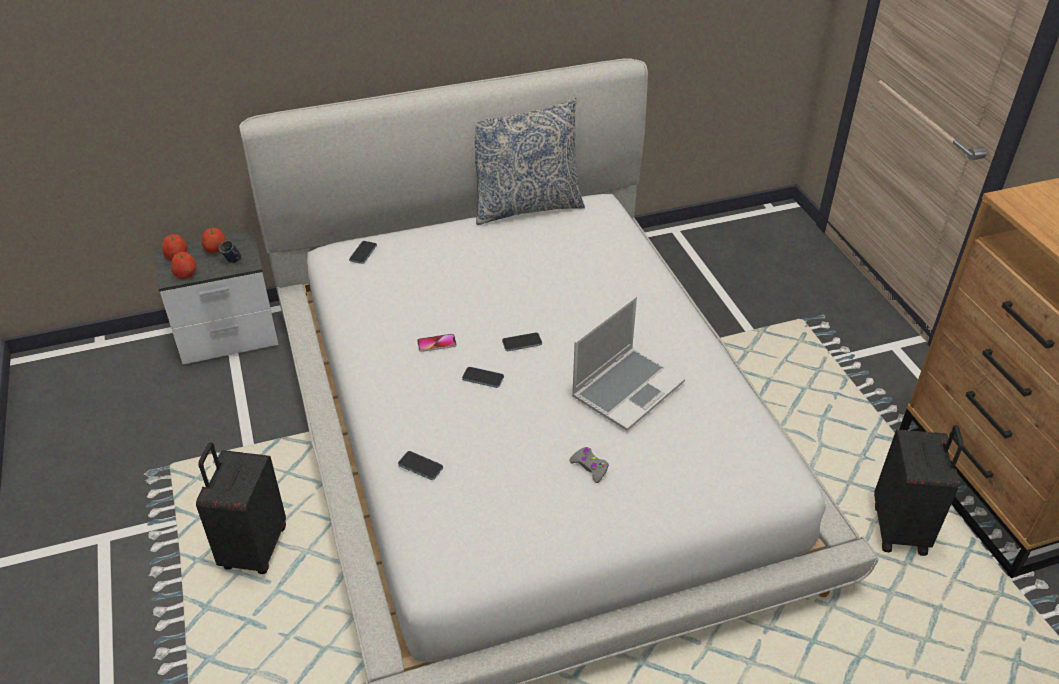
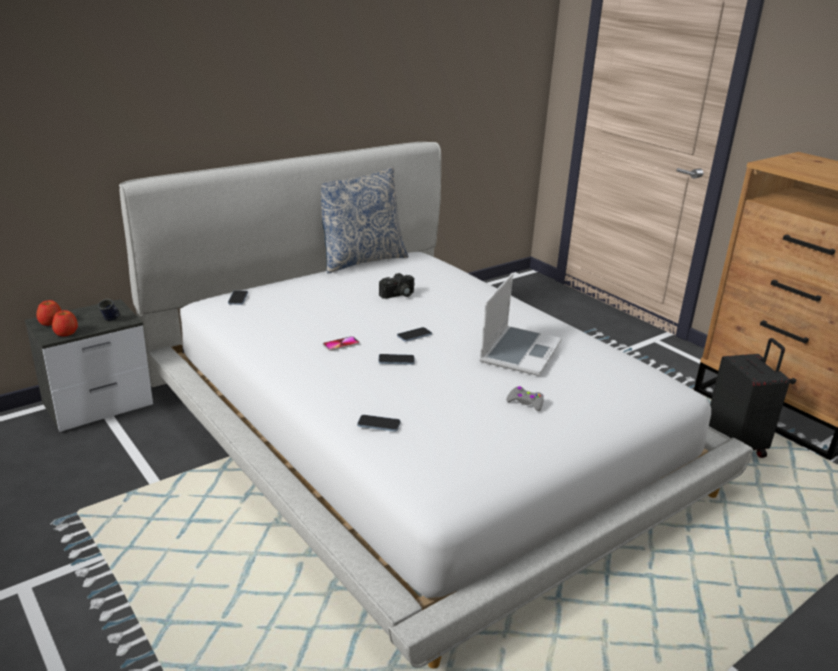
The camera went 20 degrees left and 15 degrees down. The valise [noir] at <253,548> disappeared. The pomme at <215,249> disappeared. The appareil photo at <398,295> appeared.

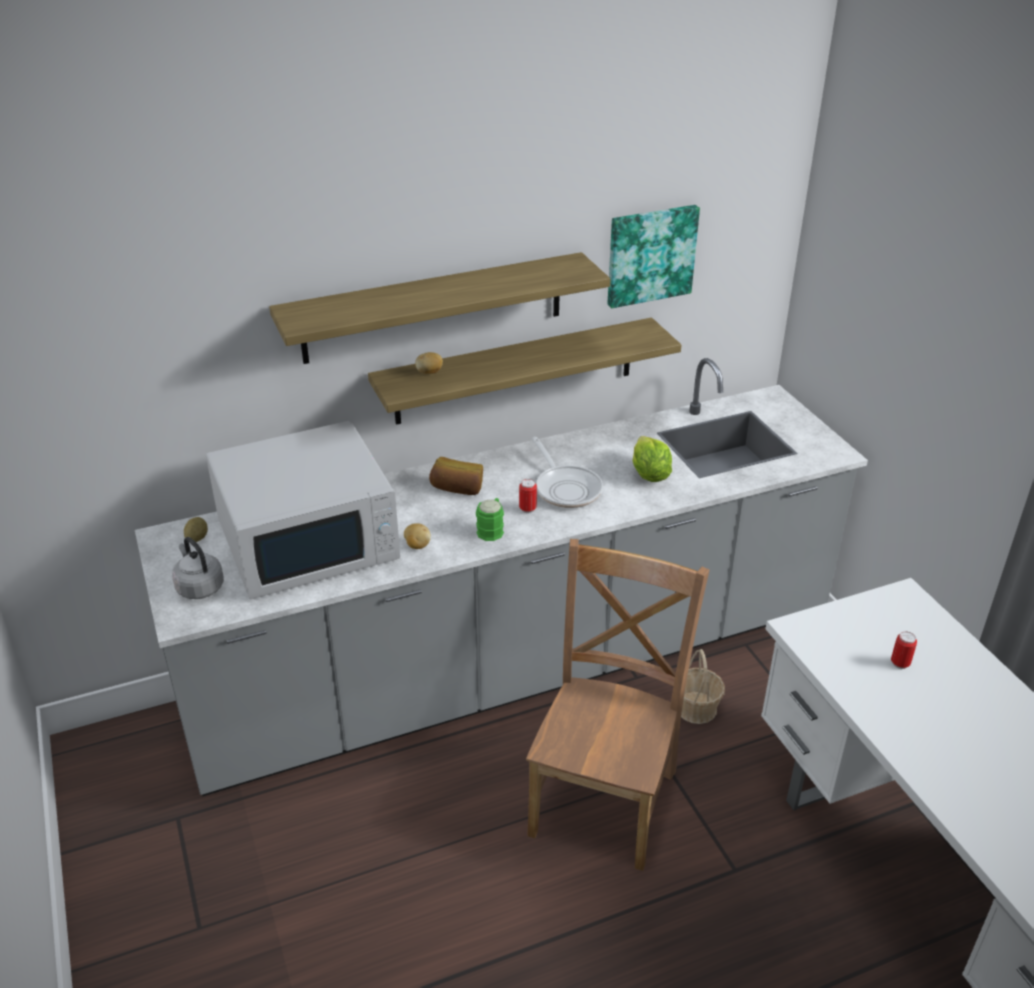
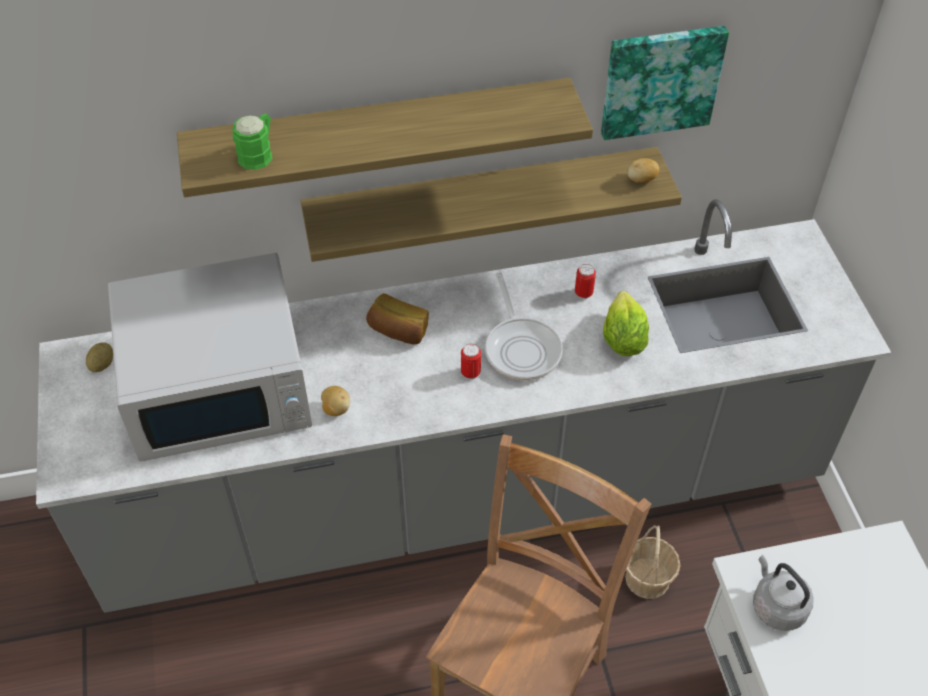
The camera went 10 degrees right and 15 degrees up. The bouilloire [gris] moved from <199,587> to <776,606>. The pomme de terre moved from <429,372> to <641,180>. The mug [vert] moved from <491,529> to <259,153>. The boîte métallique moved from <900,663> to <583,293>.

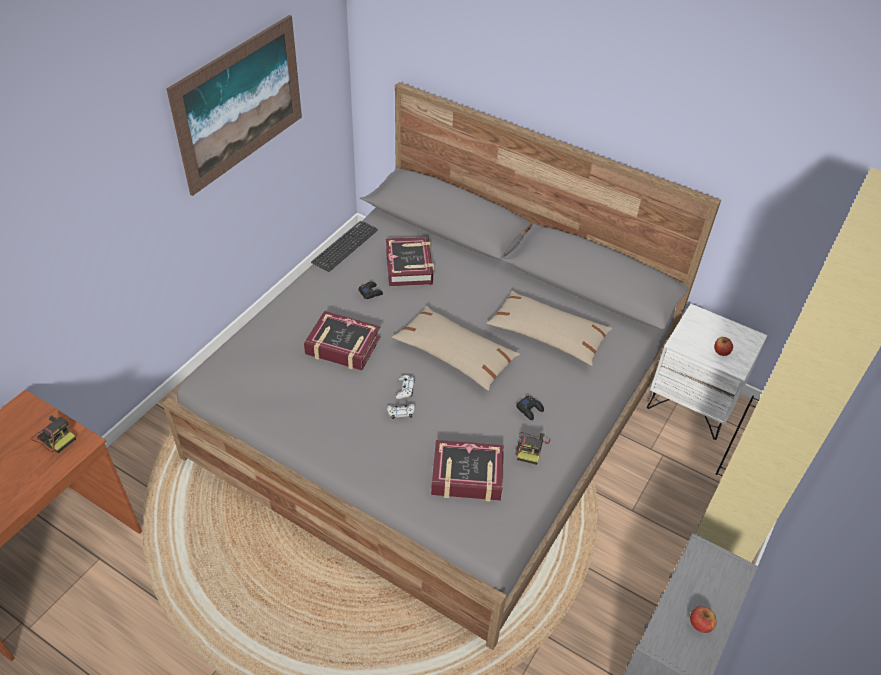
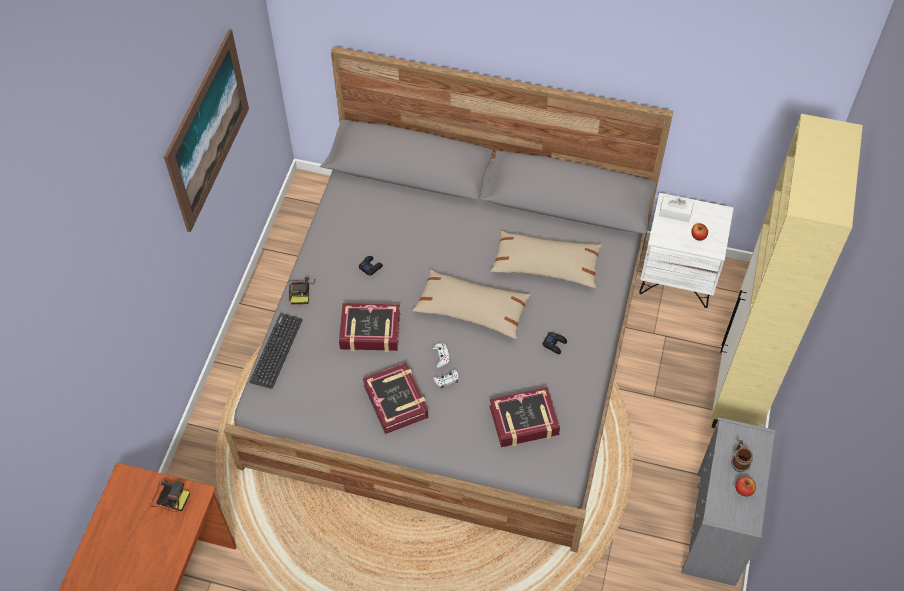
The camera went 15 degrees left and 10 degrees up. The clavier moved from <345,246> to <276,350>. The livre moved from <409,266> to <396,401>. The appareil photo moved from <531,448> to <301,291>. The boîte à mouchoirs [blanc] at <675,213> appeared. The mug at <739,461> appeared.

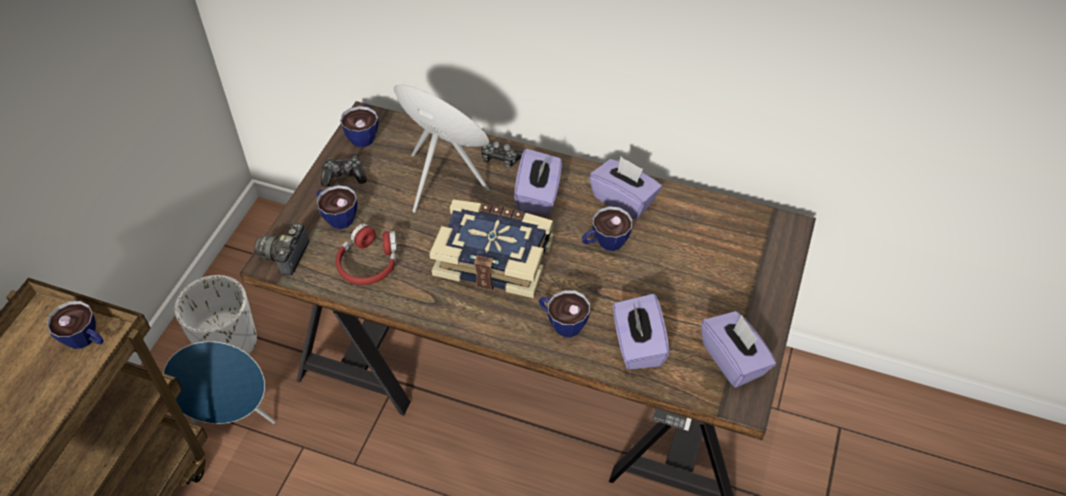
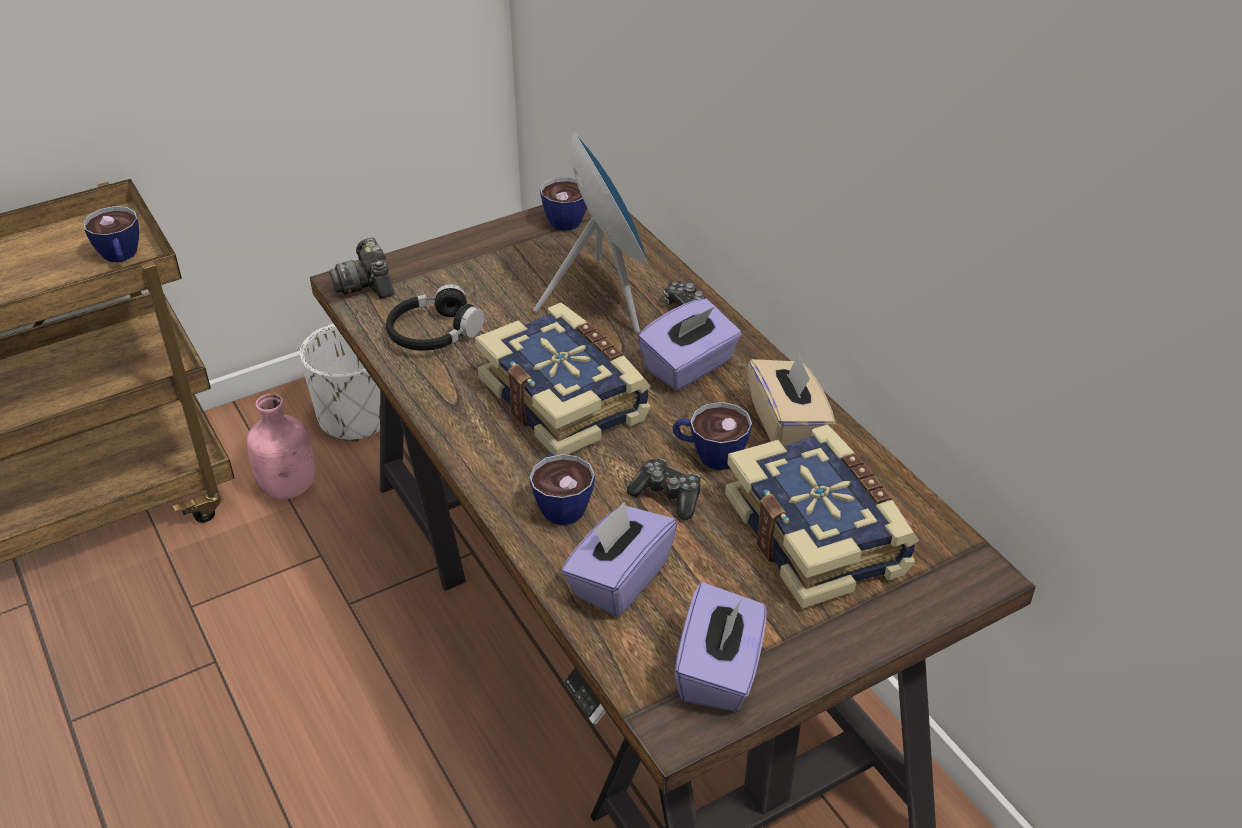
The camera went 40 degrees right and 10 degrees down. The enceinte [bleu] at <233,418> was replaced by the bouteille [rose] at <290,487>. The appareil photo at <285,255> turned 75 degrees counterclockwise. The tasse at <336,216> disappeared. The manette moved from <344,176> to <667,496>. The casque audio [rouge] at <369,263> became the casque audio [noir] at <434,333>. The boîte à mouchoirs [violet] at <624,200> became the boîte à mouchoirs [beige] at <787,425>. The livre at <819,535> appeared.

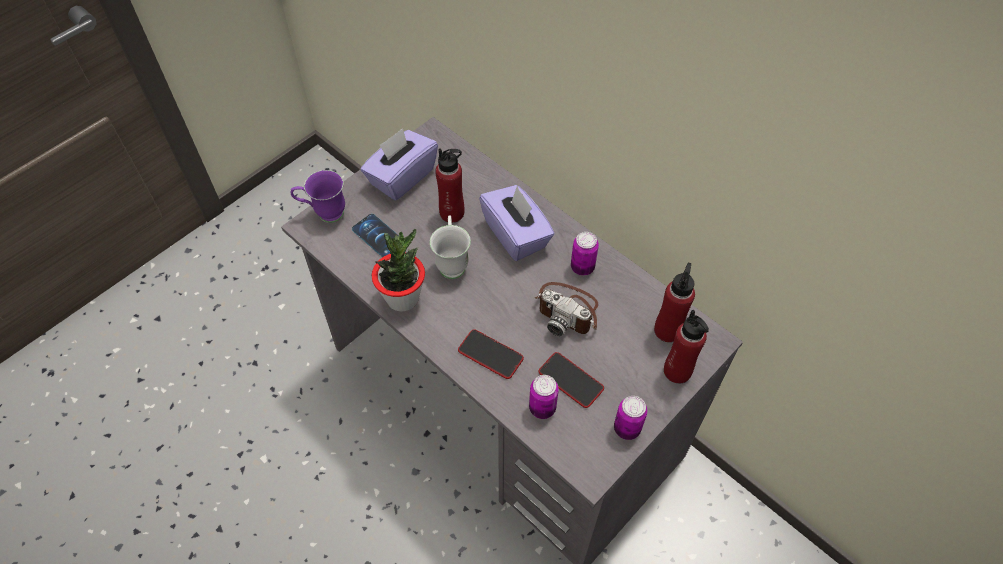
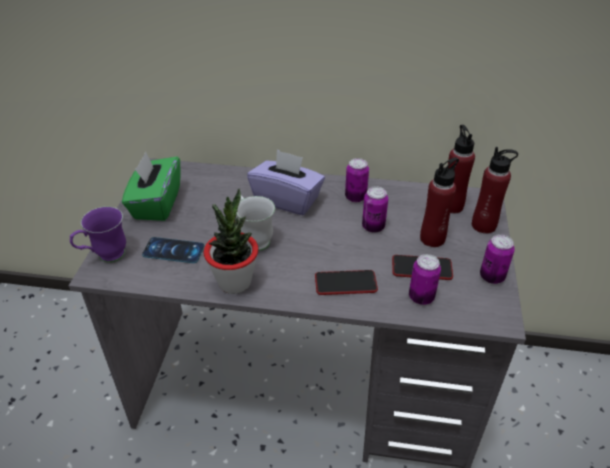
The camera went 35 degrees left and 15 degrees down. The boîte à mouchoirs [violet] at <401,177> became the boîte à mouchoirs [vert] at <156,204>. The bouteille [rouge] moved from <452,213> to <432,238>. The appareil photo at <568,310> was replaced by the boîte métallique at <373,227>.

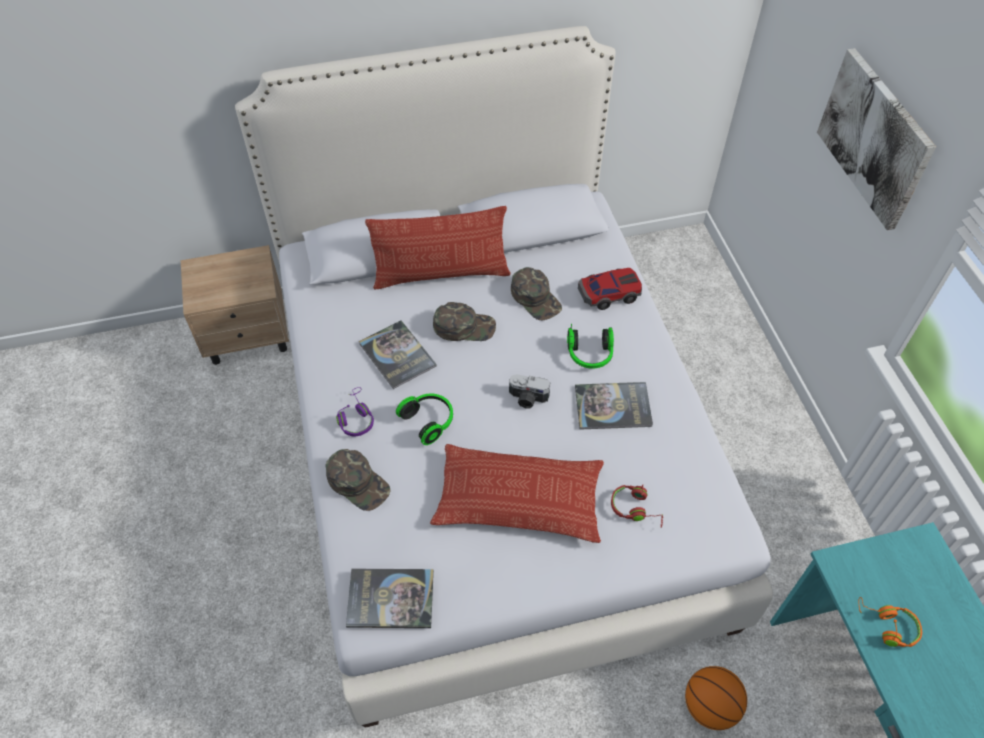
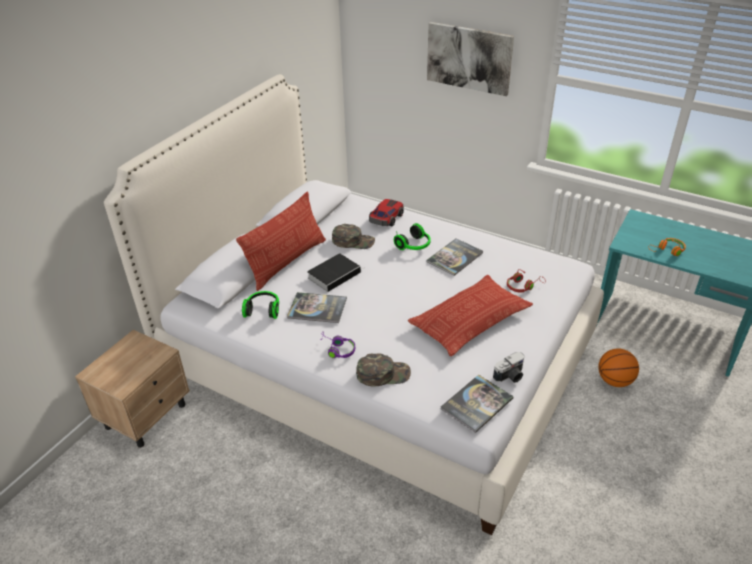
The camera went 45 degrees left and 15 degrees down. The casque audio moved from <429,421> to <263,310>. The casquette [vert] at <464,326> was replaced by the livre at <335,274>. The appareil photo moved from <527,399> to <510,376>.

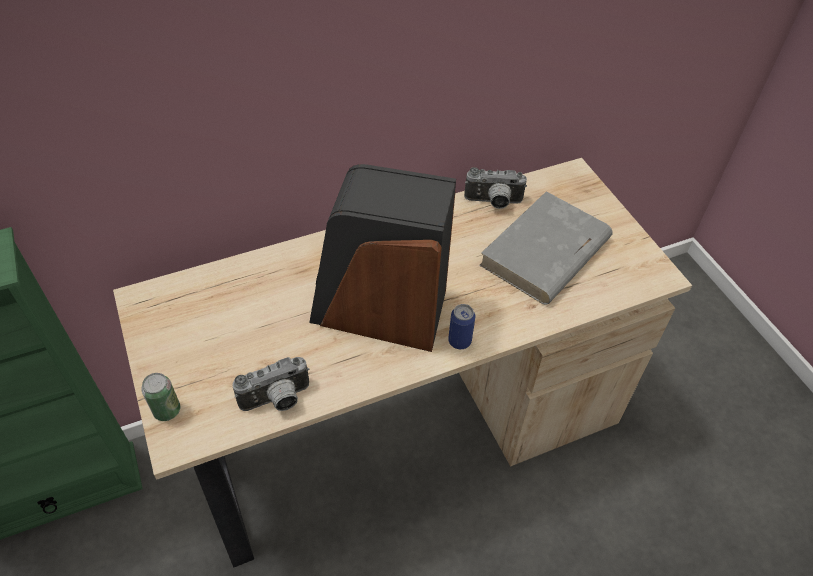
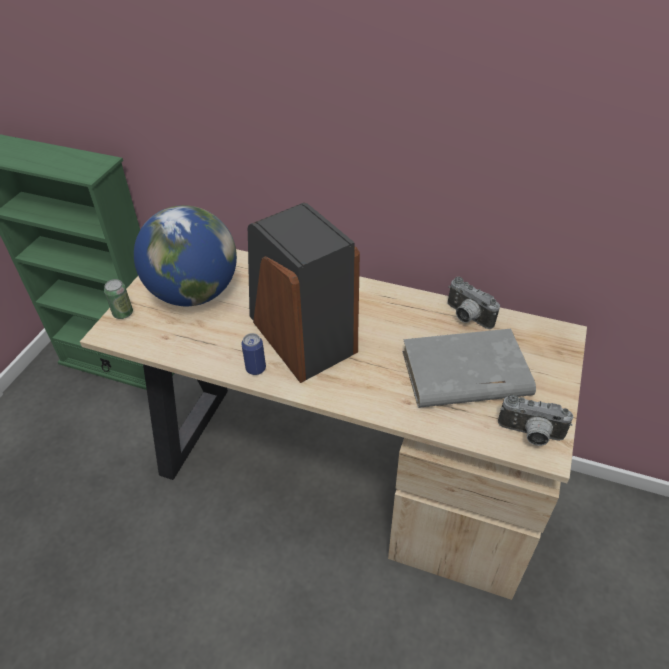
The camera went 45 degrees right and 5 degrees down. The appareil photo moved from <277,401> to <530,435>. The boîte métallique moved from <459,341> to <256,368>. The globe at <194,293> appeared.

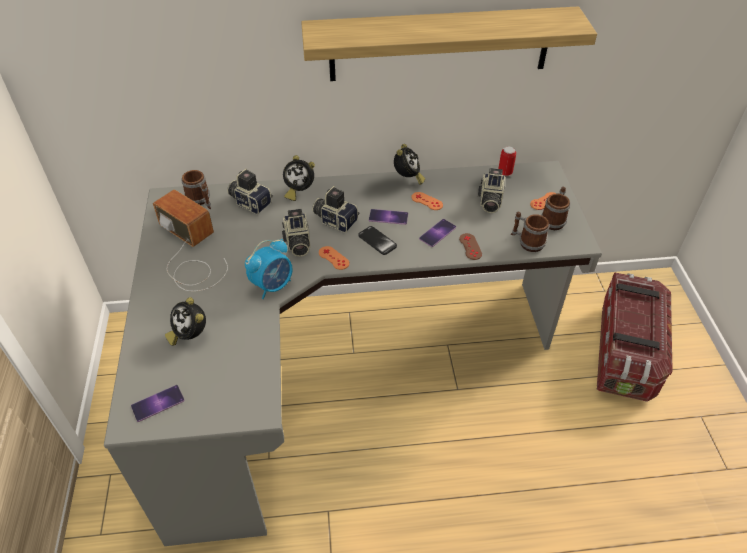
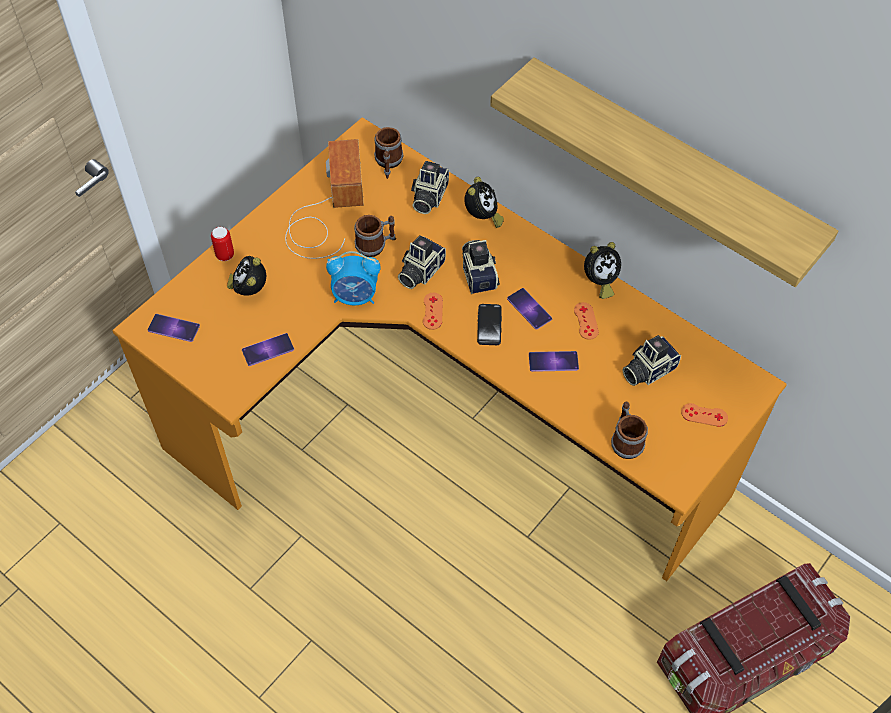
The camera went 45 degrees right and 10 degrees up. The bureau [gris] at <339,370> became the bureau [orange] at <441,424>. The appareil photo at <250,202> turned 150 degrees counterclockwise. The réveil at <299,191> turned 135 degrees counterclockwise. The manette [marron] at <470,246> disappeared. The boîte métallique moved from <505,172> to <225,255>. The mug moved from <554,219> to <376,245>. The téléphone at <268,350> appeared.

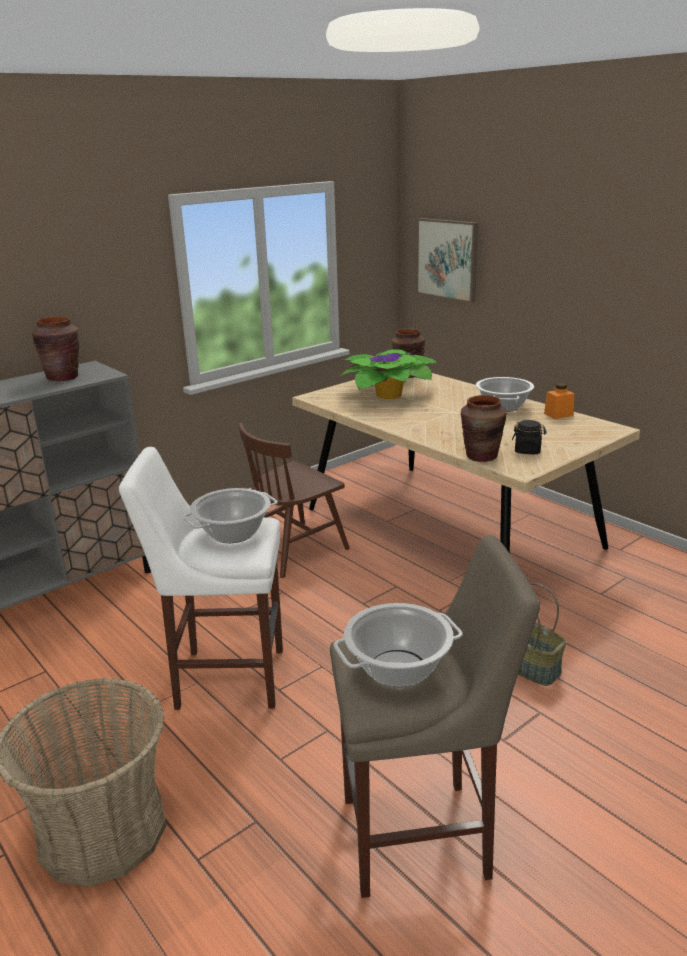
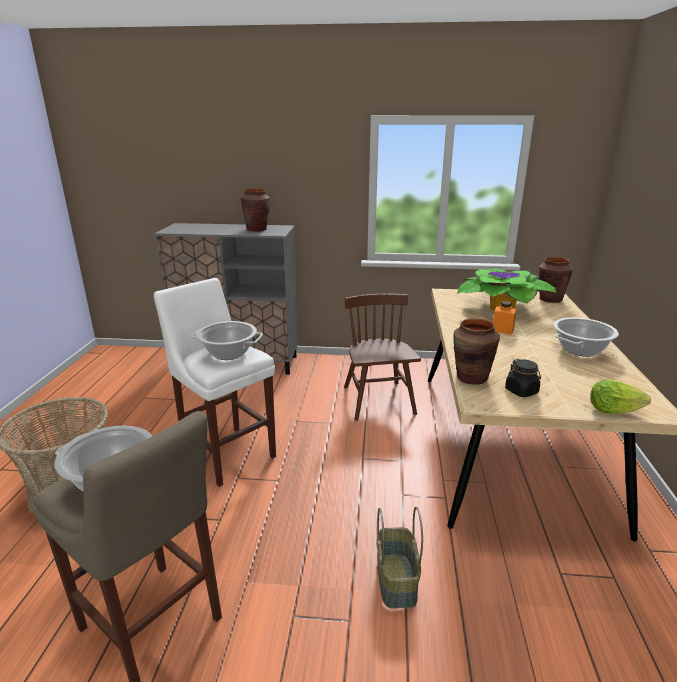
The camera went 45 degrees right and 0 degrees up. The chaise [marron] at <294,549> turned 75 degrees clockwise. The tableau at <447,259> disappeared. The bocal [orange] moved from <558,414> to <502,329>. The laitue at <612,410> appeared.

